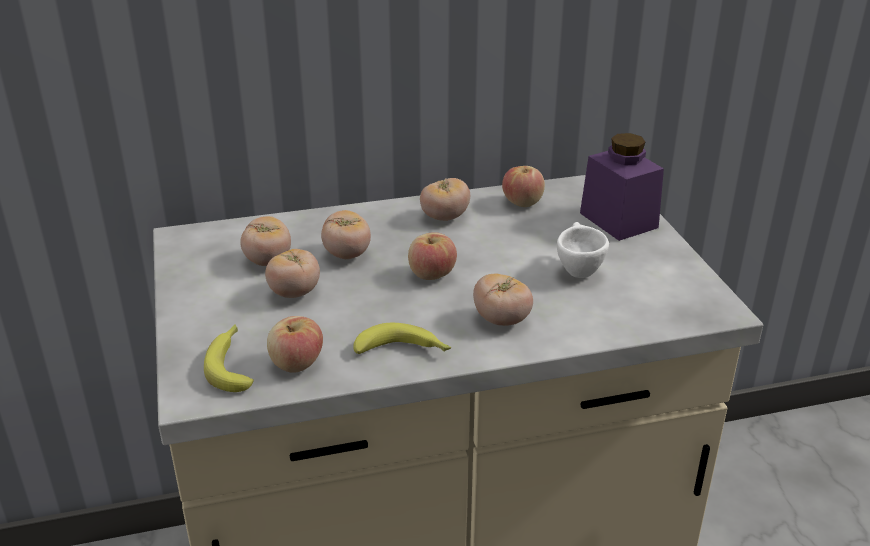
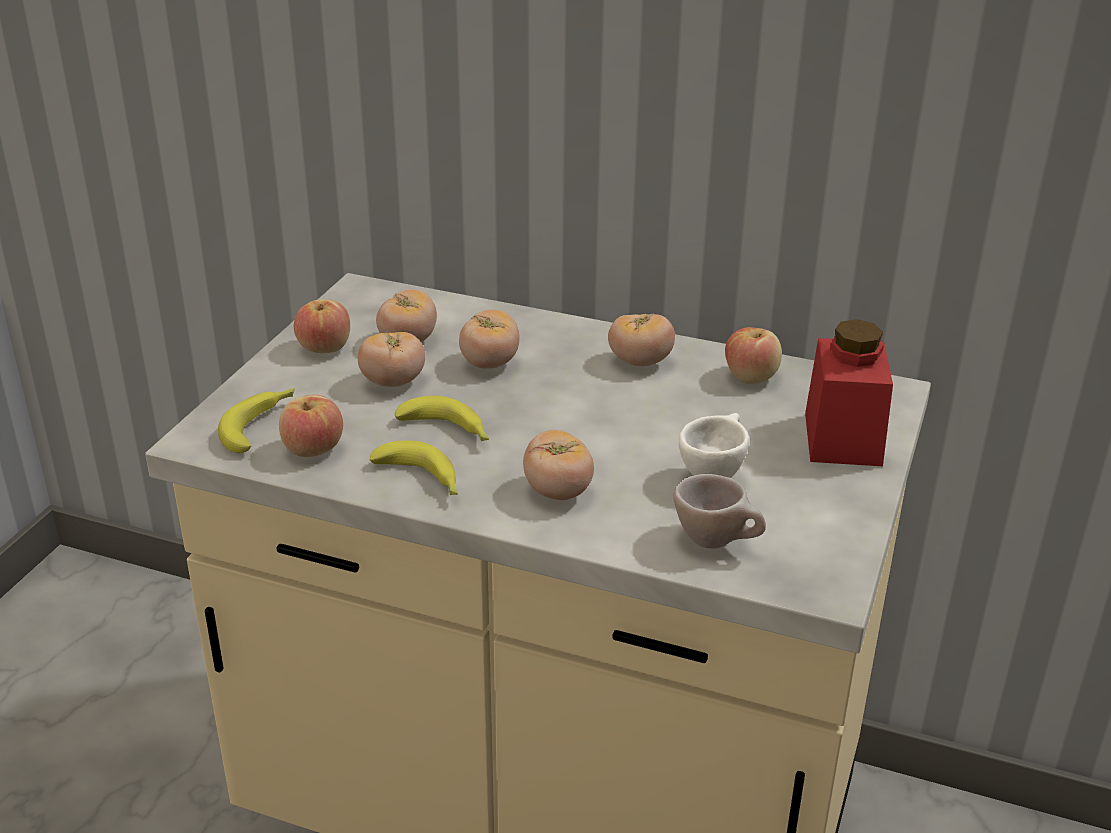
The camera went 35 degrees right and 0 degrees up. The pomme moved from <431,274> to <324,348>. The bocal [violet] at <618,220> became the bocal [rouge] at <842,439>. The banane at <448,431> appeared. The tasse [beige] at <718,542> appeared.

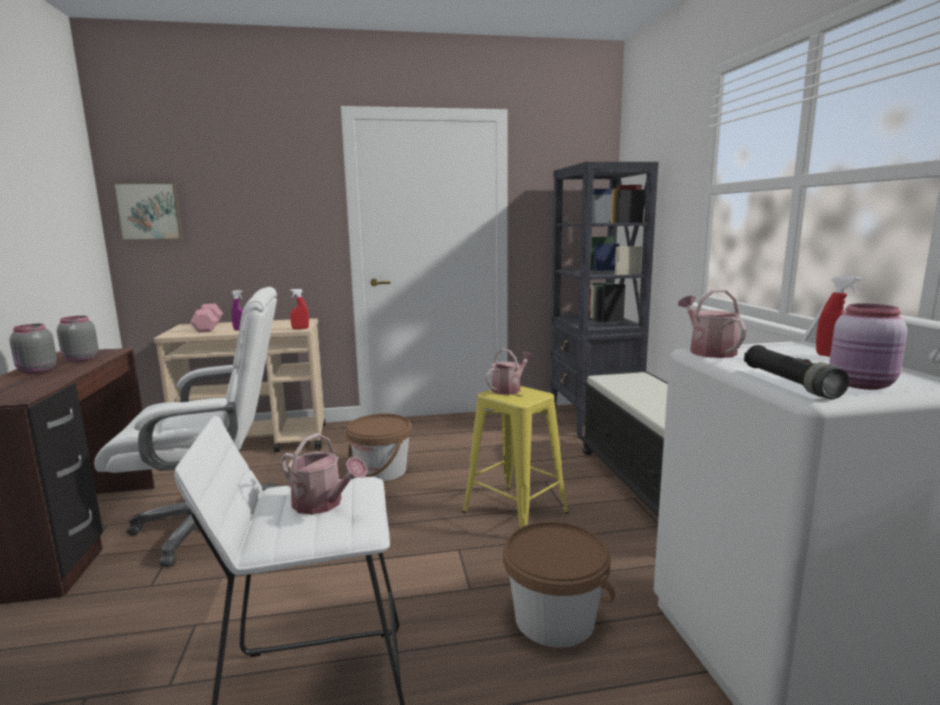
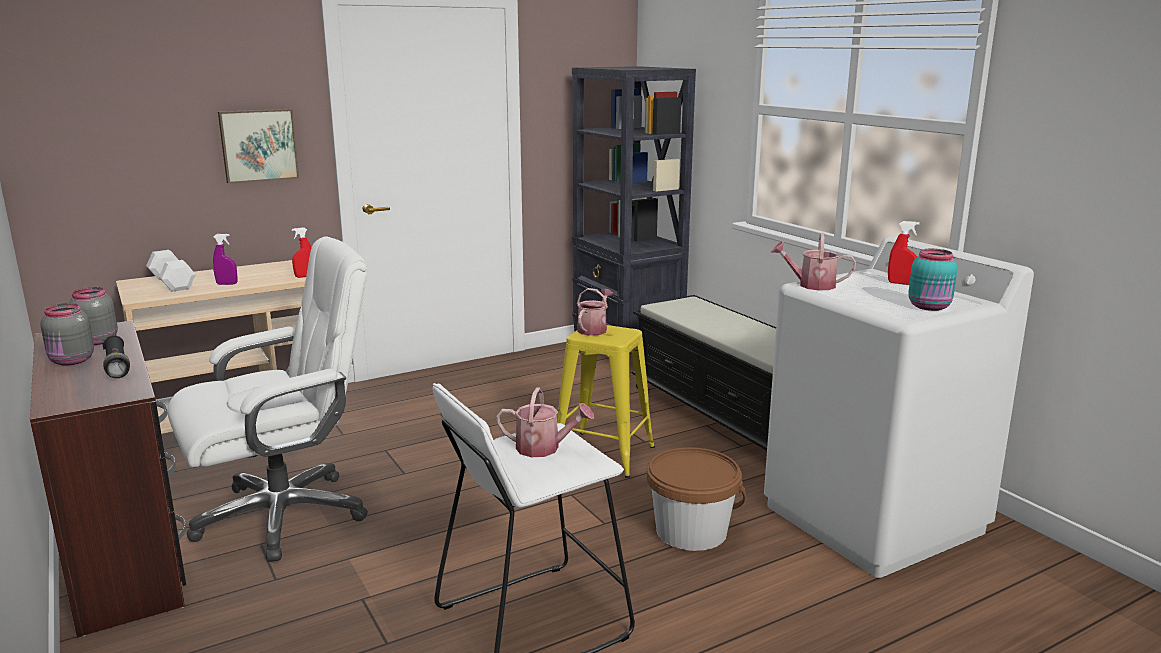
The camera went 20 degrees left and 5 degrees up. The tableau moved from <149,211> to <258,145>. The haltère [rose] at <208,327> became the haltère [blanc] at <172,283>. The seau [marron] at <381,471> disappeared. The arrosoir at <708,351> turned 45 degrees counterclockwise. The lampe de poche [noir] moved from <789,383> to <117,366>. The bocal [rose] at <863,385> became the bocal [turquoise] at <930,307>.

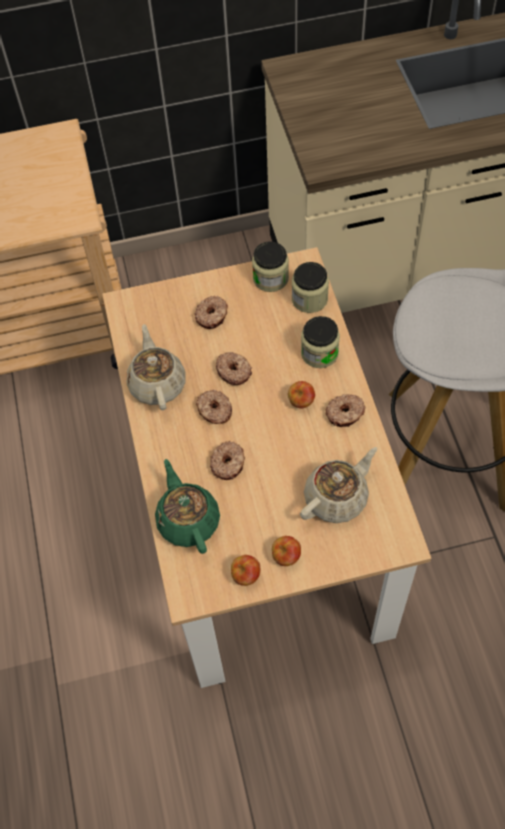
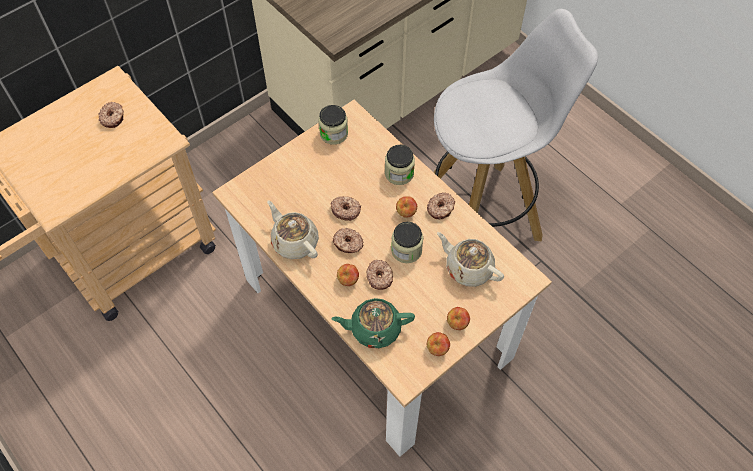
The camera went 30 degrees left and 0 degrees up. The théière [vert] at <188,520> turned 45 degrees counterclockwise. The beignet moved from <212,316> to <113,118>. The bocal moved from <309,299> to <406,250>. The théière [beige] at <337,497> turned 75 degrees counterclockwise. The pomme at <348,280> appeared.

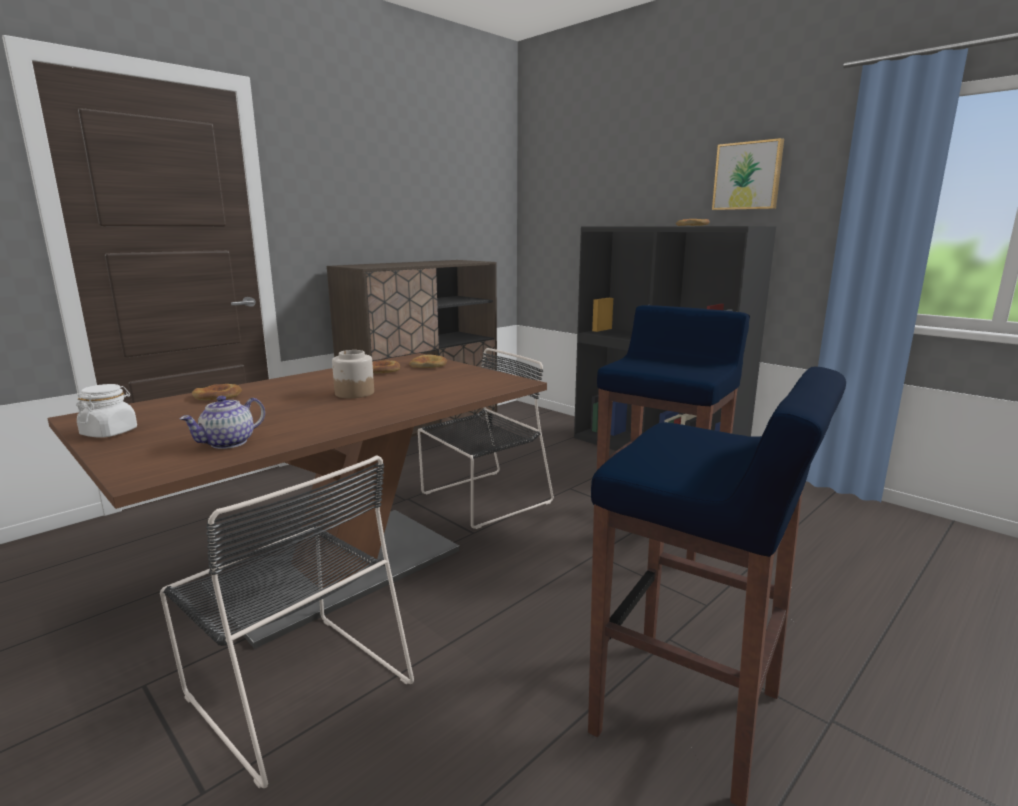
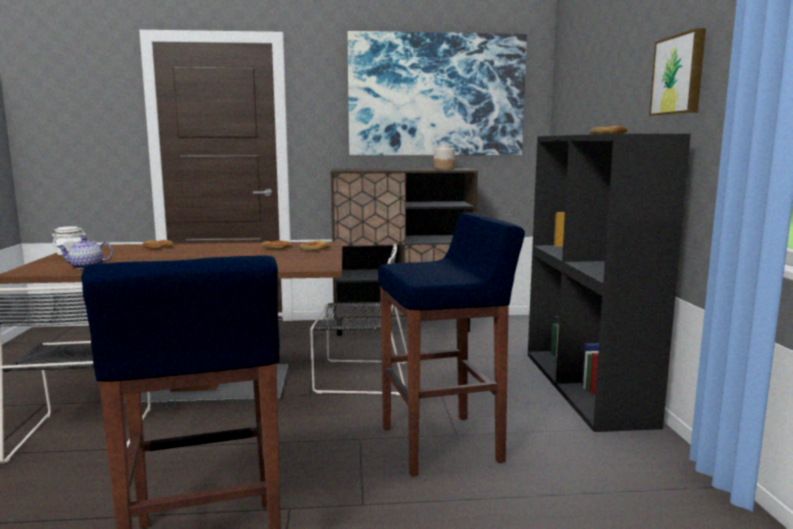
The camera went 40 degrees right and 5 degrees down. The bocal moved from <354,393> to <444,168>. The tableau at <436,95> appeared.

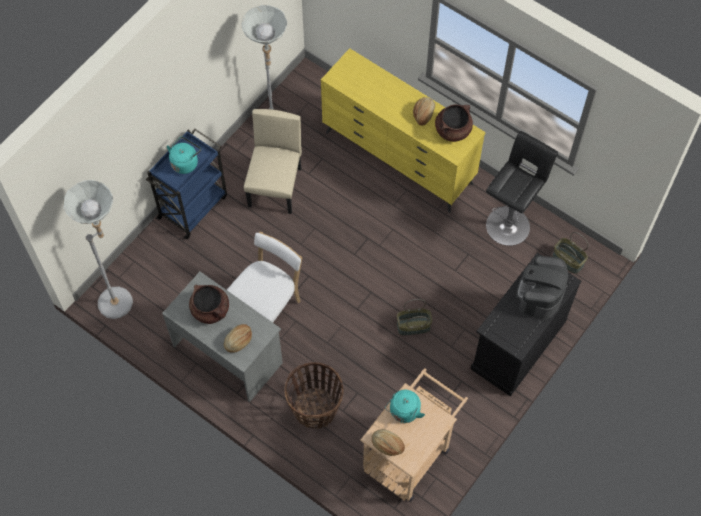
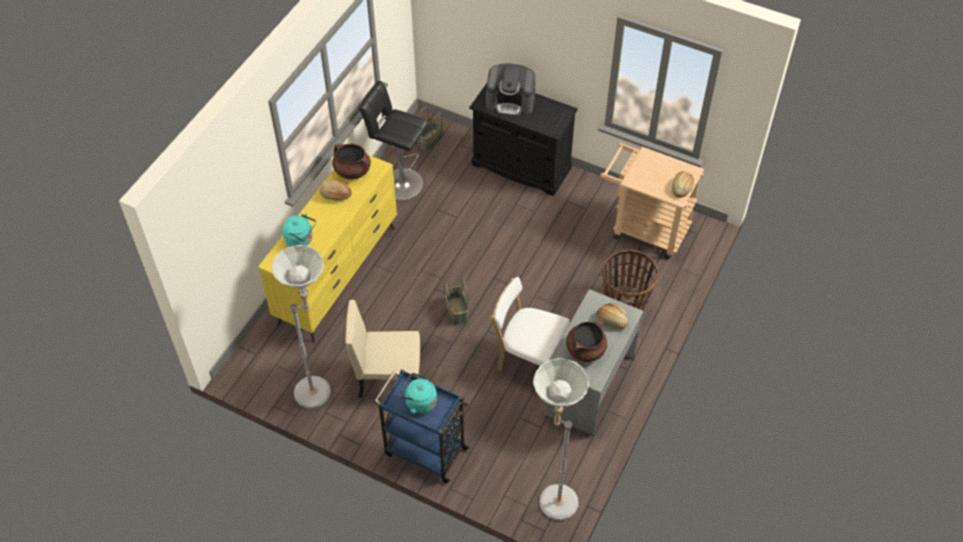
The camera went 100 degrees left and 10 degrees down. The bouilloire [turquoise] moved from <404,412> to <301,240>. The panier moved from <413,326> to <457,311>.

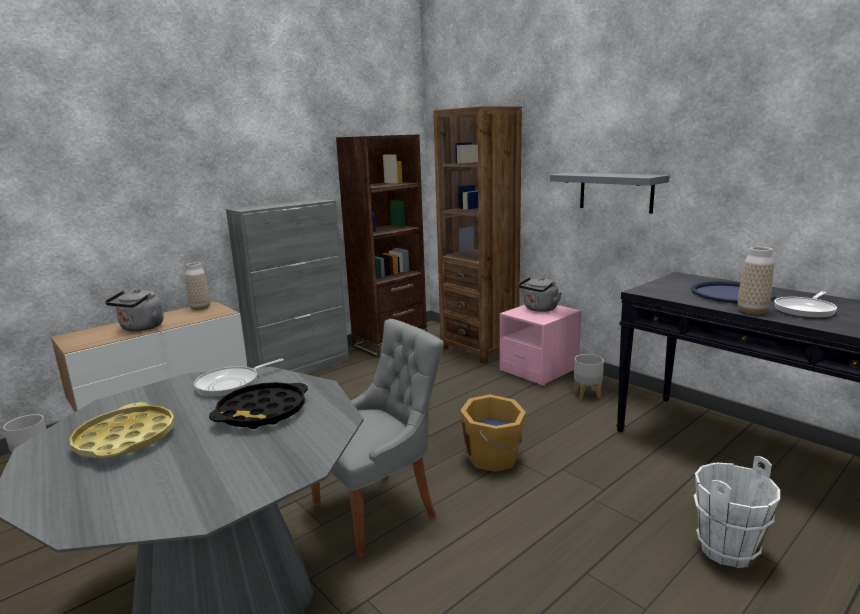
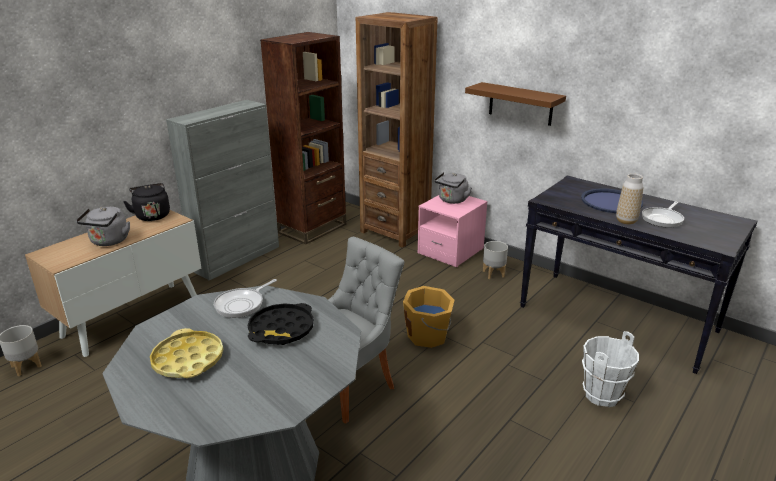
The camera went 10 degrees left and 10 degrees up. The vase at <200,308> was replaced by the bouilloire [noir] at <152,215>. The étagère [gris] at <616,192> became the étagère [marron] at <520,104>.

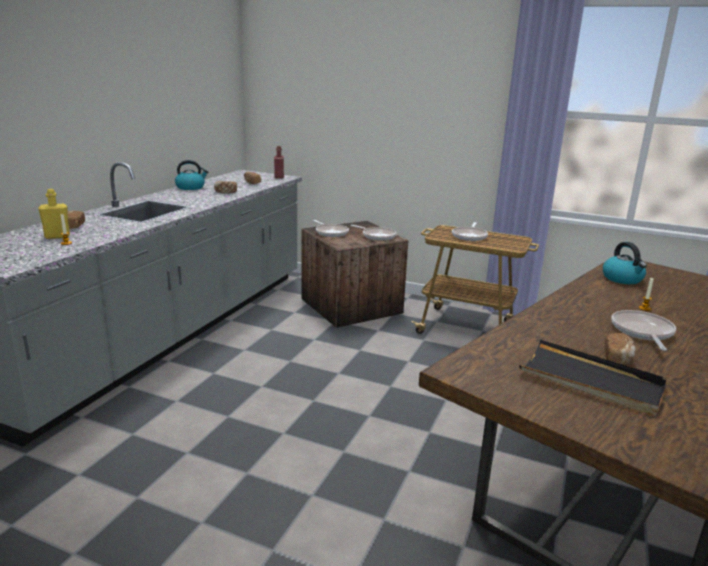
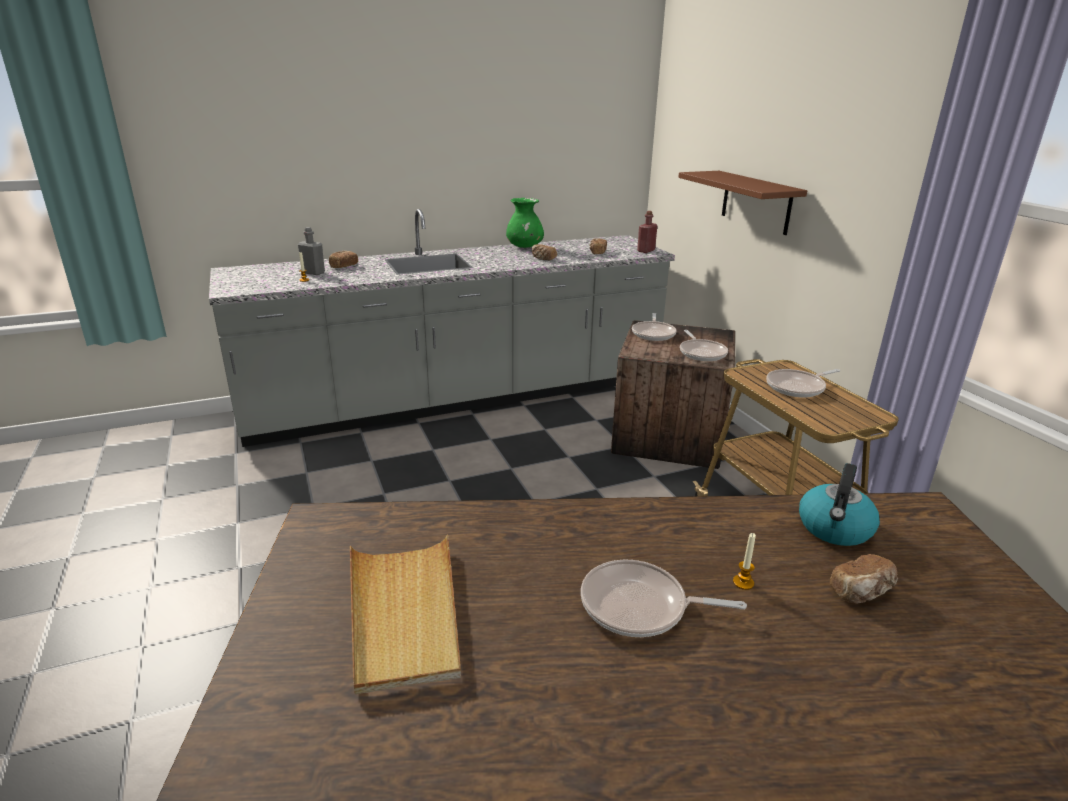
The camera went 45 degrees right and 5 degrees up. The bouteille [jaune] at <57,236> became the bouteille [gris] at <313,273>. The bouilloire at <191,187> was replaced by the vase [vert] at <525,247>. The plateau [noir] at <591,381> became the plateau [beige] at <404,614>. The pain moved from <618,359> to <862,592>. The poêle at <642,332> turned 135 degrees counterclockwise. The étagère [marron] at <756,202> appeared.

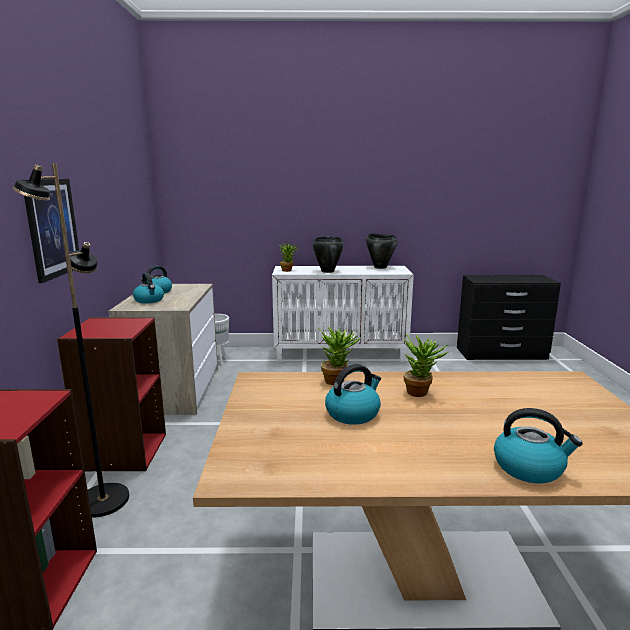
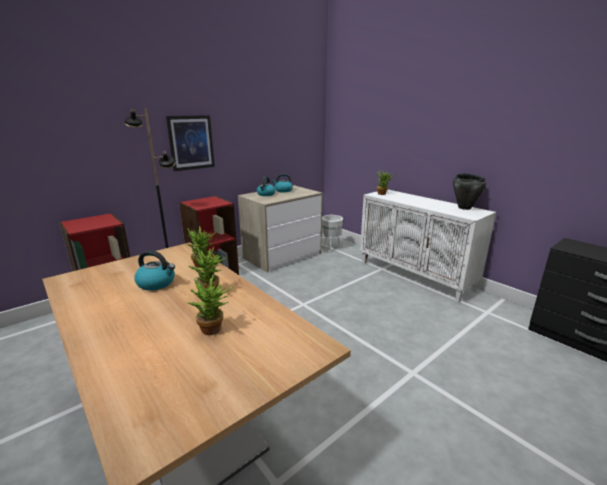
The camera went 50 degrees right and 5 degrees up. The marmite [noir] at <327,271> disappeared. The bouilloire at <529,467> disappeared. The plante en pot at <214,331> appeared.

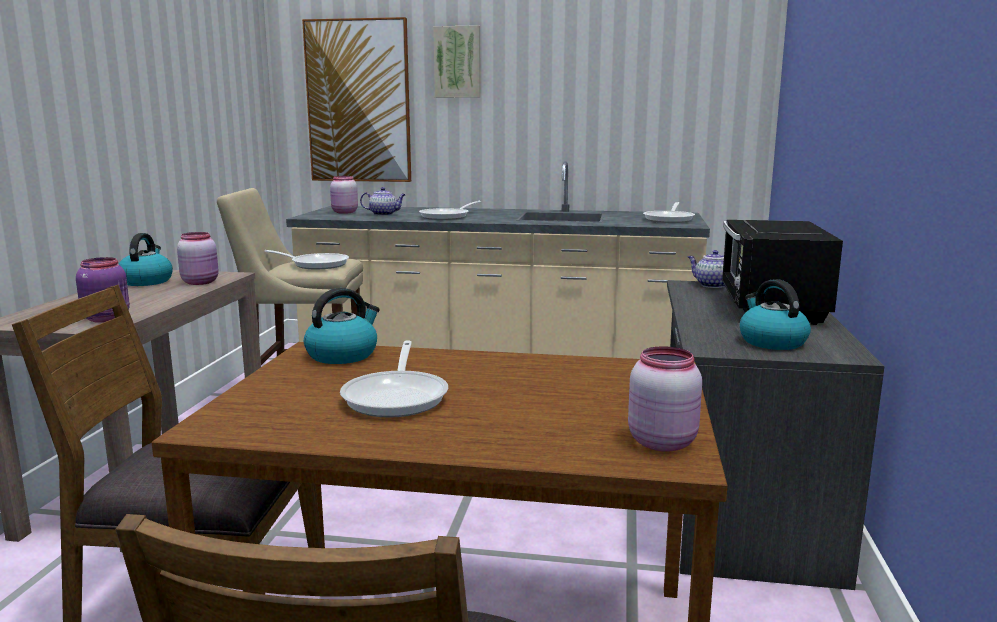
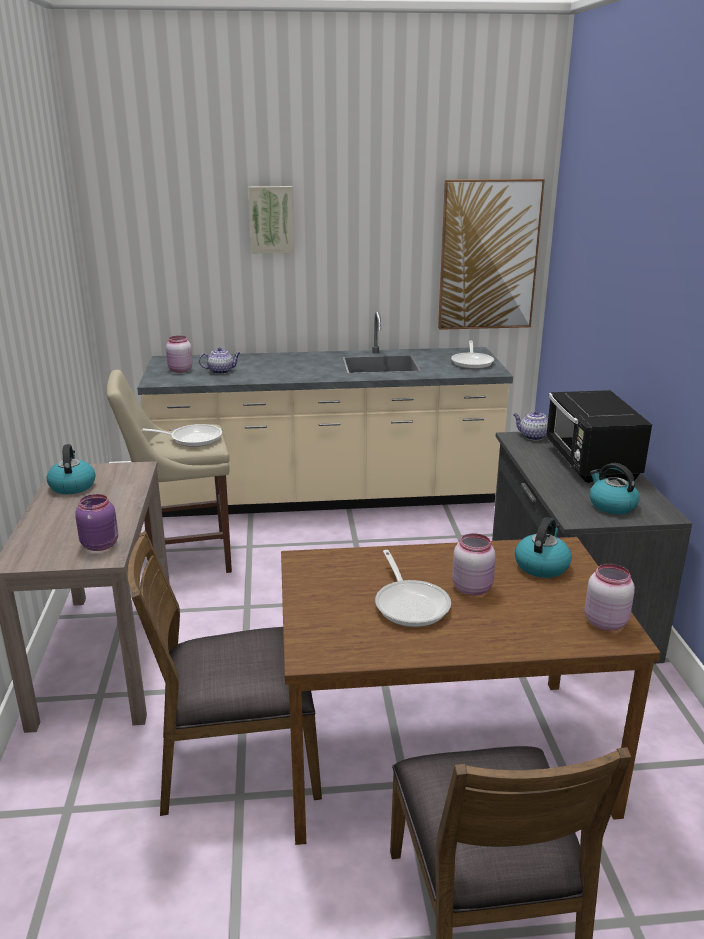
The camera went 15 degrees left and 10 degrees up. The bocal [rose] moved from <201,282> to <472,587>. The tableau moved from <358,101> to <488,255>. The bouilloire moved from <343,355> to <541,565>. The poêle at <448,217> disappeared.

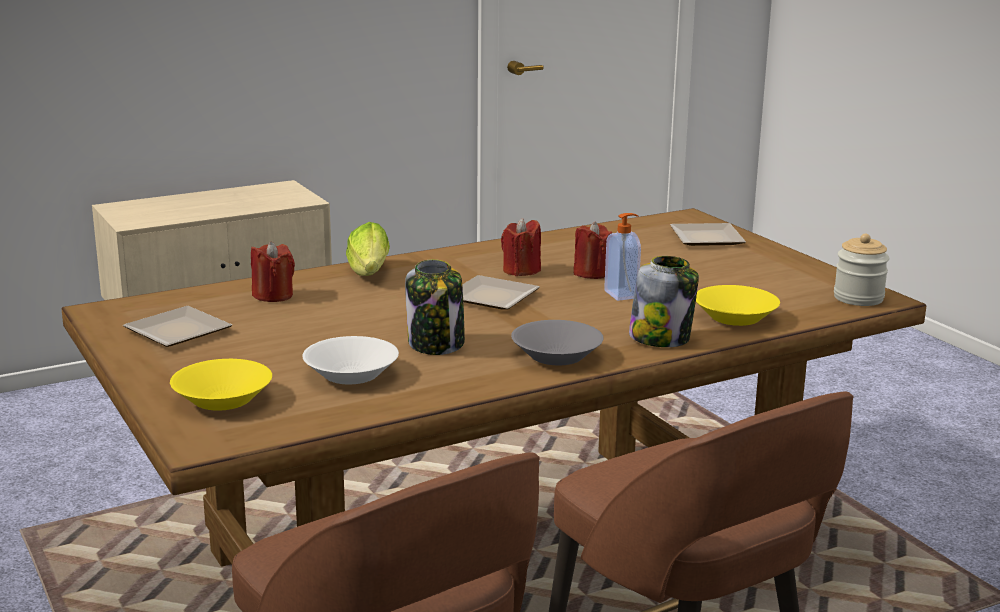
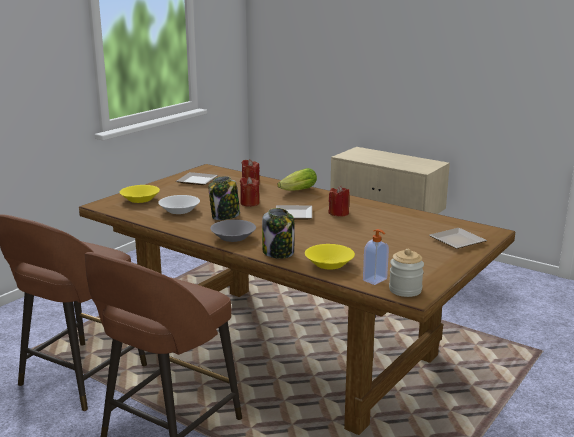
The camera went 65 degrees right and 0 degrees up. The bougie [rouge] moved from <591,273> to <249,203>. The distributeur de savon moved from <622,294> to <375,280>.

